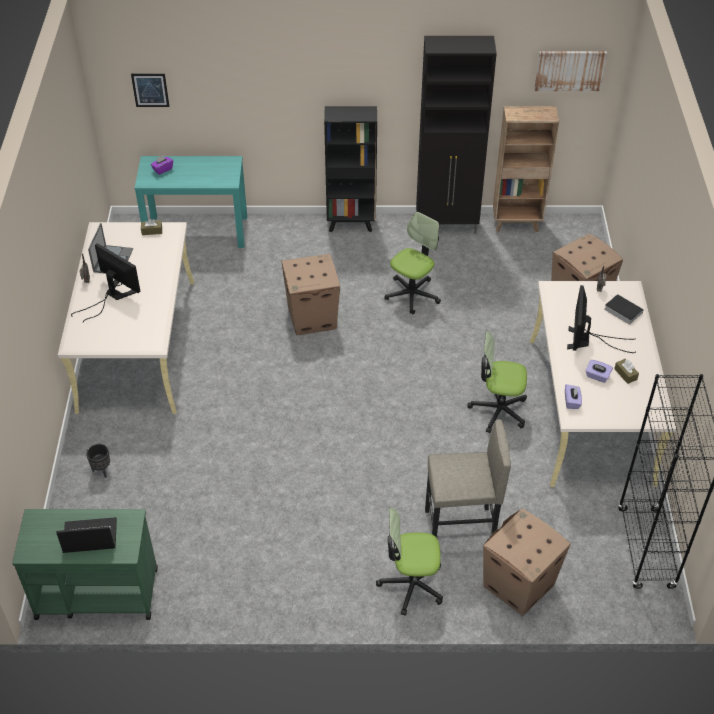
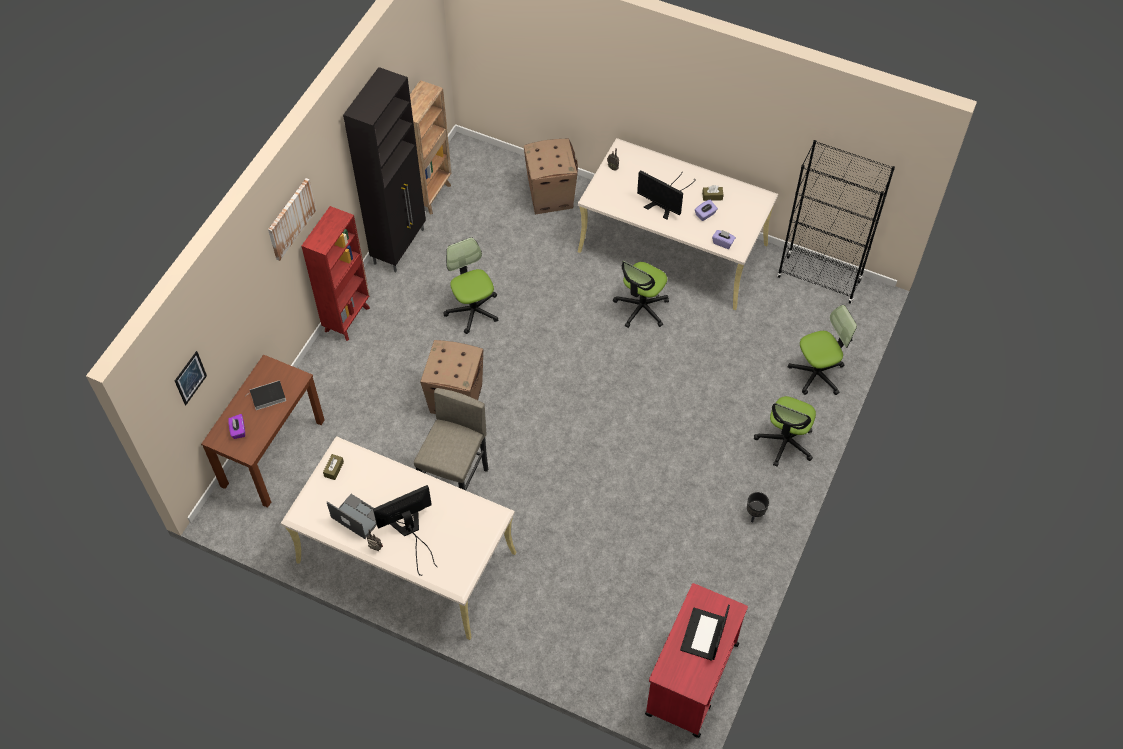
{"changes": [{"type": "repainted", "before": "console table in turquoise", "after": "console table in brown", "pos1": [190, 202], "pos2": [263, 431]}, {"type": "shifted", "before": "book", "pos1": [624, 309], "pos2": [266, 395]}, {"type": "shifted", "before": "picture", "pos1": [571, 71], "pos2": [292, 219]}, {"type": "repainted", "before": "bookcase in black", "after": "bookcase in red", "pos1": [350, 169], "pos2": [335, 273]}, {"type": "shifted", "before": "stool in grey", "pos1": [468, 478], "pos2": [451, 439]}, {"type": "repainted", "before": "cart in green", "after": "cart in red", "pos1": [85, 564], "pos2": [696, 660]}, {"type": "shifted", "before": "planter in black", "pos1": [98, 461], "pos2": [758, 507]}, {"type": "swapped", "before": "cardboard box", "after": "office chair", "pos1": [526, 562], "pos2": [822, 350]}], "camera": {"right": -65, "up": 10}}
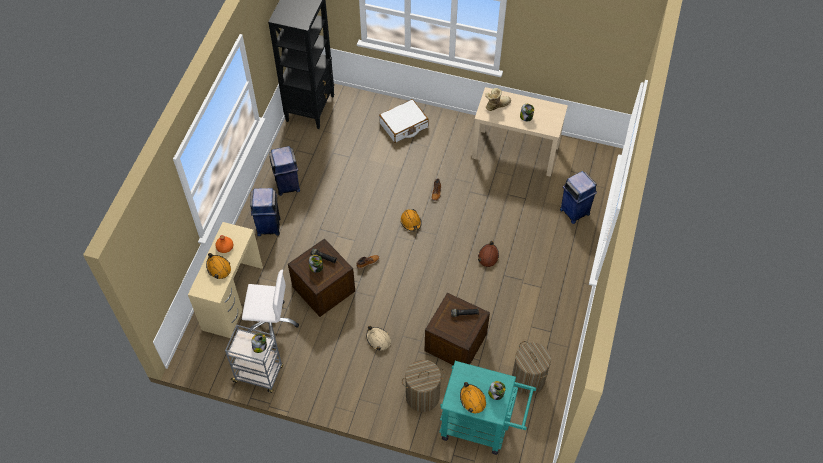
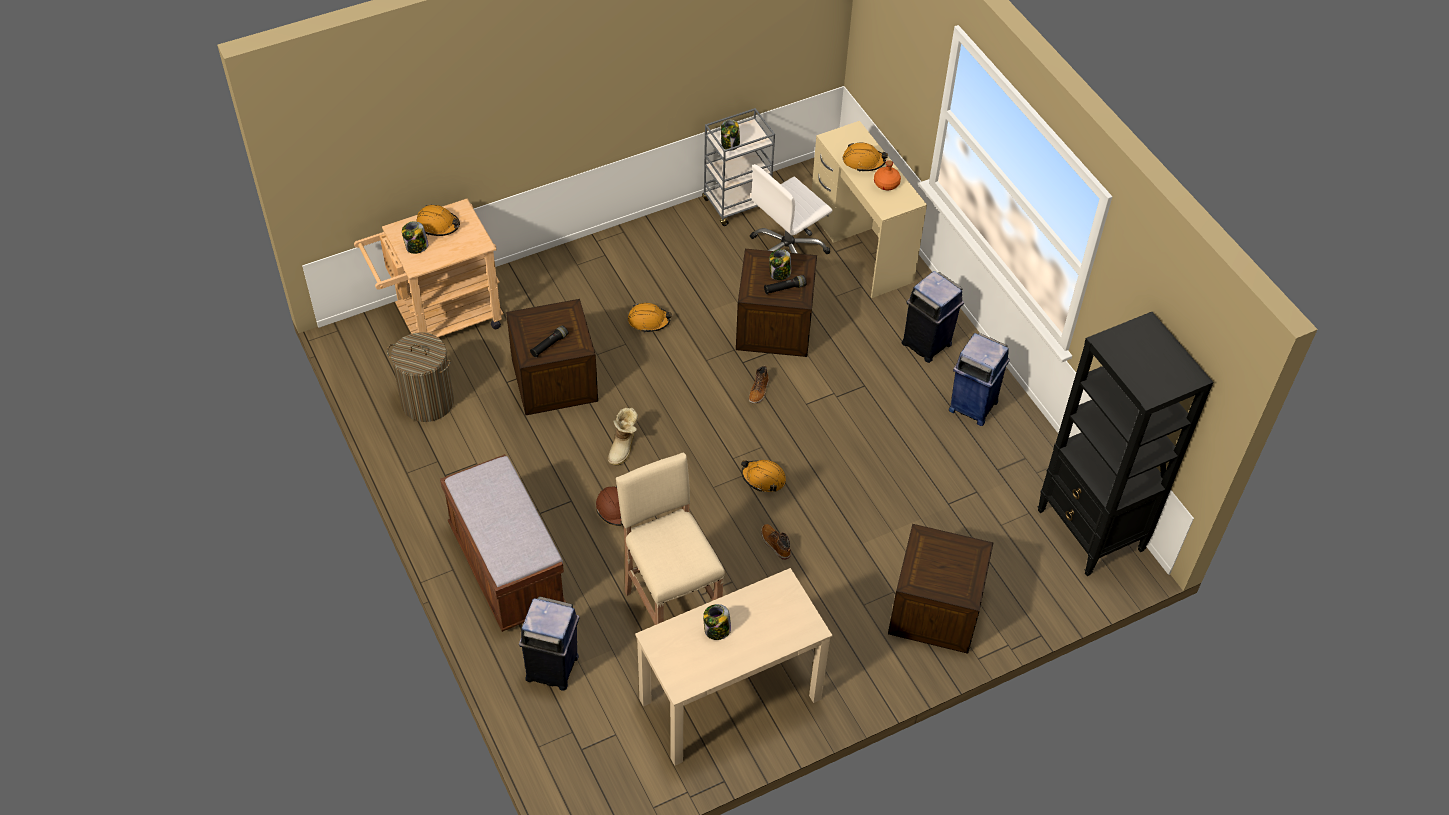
{"changes": [{"type": "repainted", "before": "cart in turquoise", "after": "cart in beige", "pos1": [487, 408], "pos2": [428, 268]}, {"type": "new", "after": "bench in brown", "pos2": [503, 543]}, {"type": "shifted", "before": "boot", "pos1": [498, 99], "pos2": [623, 437]}, {"type": "new", "after": "stool in beige", "pos2": [670, 538]}, {"type": "repainted", "before": "hard hat in beige", "after": "hard hat in orange", "pos1": [378, 338], "pos2": [650, 318]}, {"type": "swapped", "before": "suitcase in white", "after": "crate", "pos1": [404, 121], "pos2": [941, 589]}, {"type": "gone", "before": "laundry basket", "pos1": [423, 386]}], "camera": {"right": 135, "up": -5}}
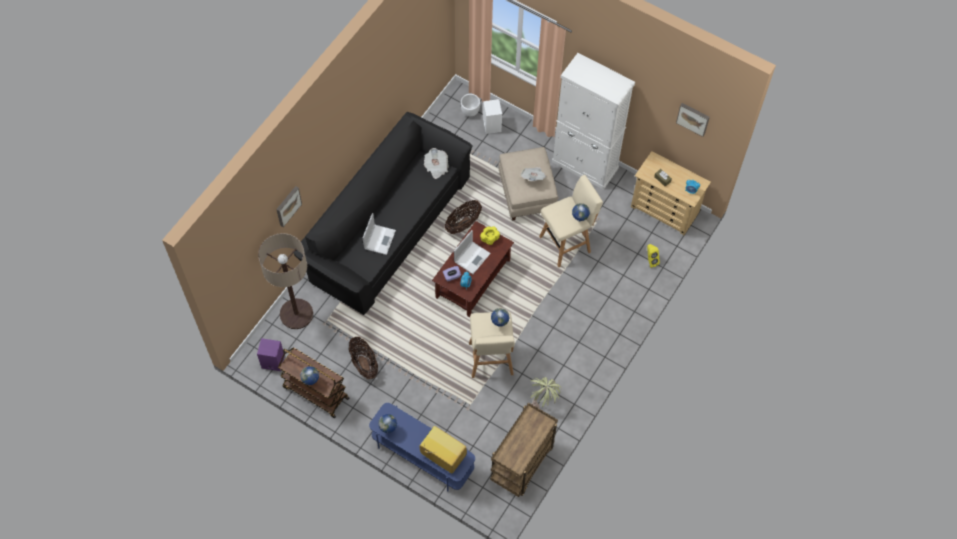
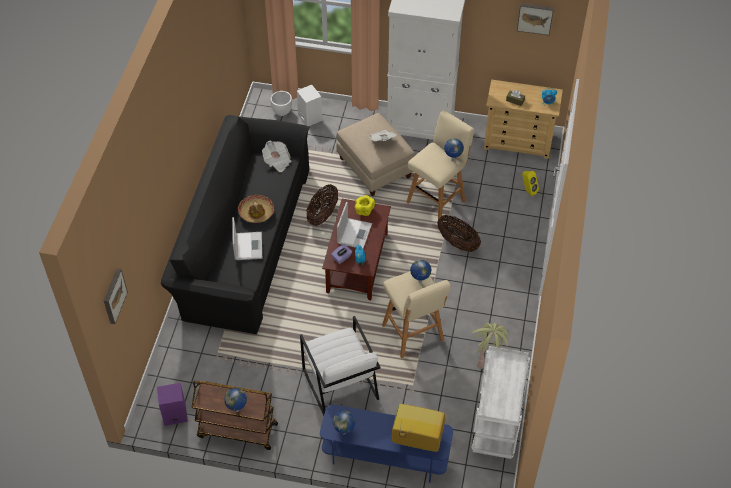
{"changes": [{"type": "shifted", "before": "picture", "pos1": [289, 206], "pos2": [116, 296]}, {"type": "new", "after": "hat", "pos2": [256, 209]}, {"type": "new", "after": "armchair in white", "pos2": [340, 366]}, {"type": "shifted", "before": "basket", "pos1": [363, 358], "pos2": [459, 233]}, {"type": "repainted", "before": "cart in brown", "after": "cart in white", "pos1": [524, 449], "pos2": [500, 402]}, {"type": "gone", "before": "floor lamp", "pos1": [285, 281]}], "camera": {"right": -20, "up": -10}}
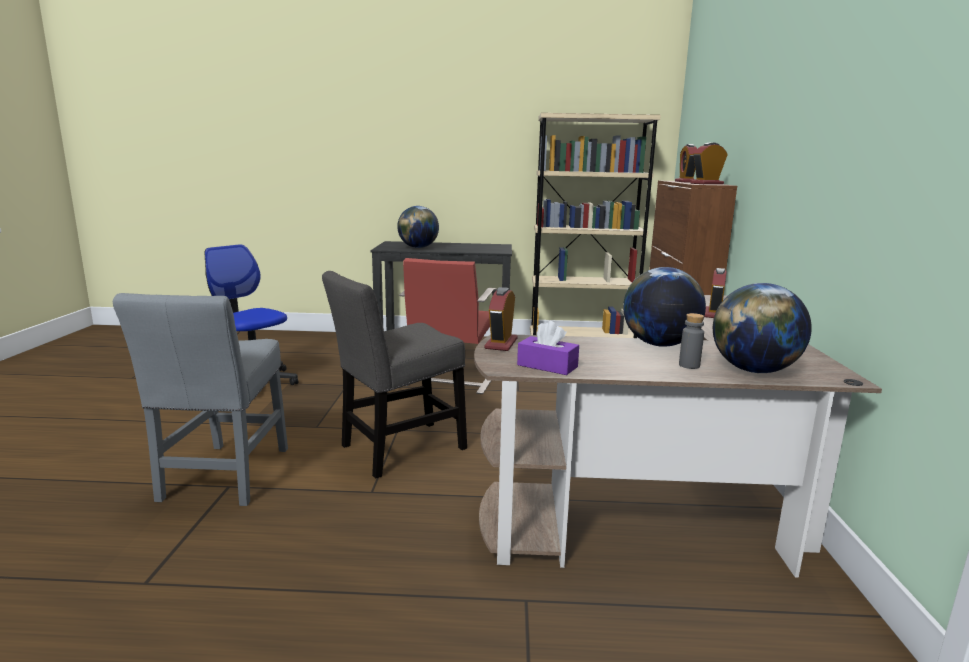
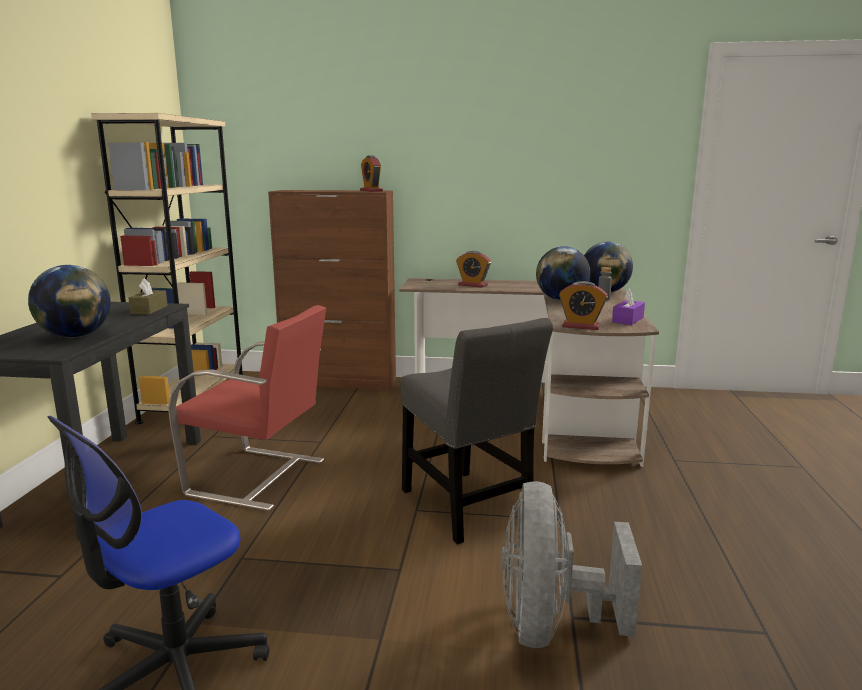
{"changes": [{"type": "new", "after": "tissue box in brown", "pos2": [148, 296]}, {"type": "swapped", "before": "chair in grey", "after": "fan in grey", "pos1": [200, 399], "pos2": [571, 564]}, {"type": "gone", "before": "alarm clock", "pos1": [686, 163]}], "camera": {"right": -85, "up": 0}}
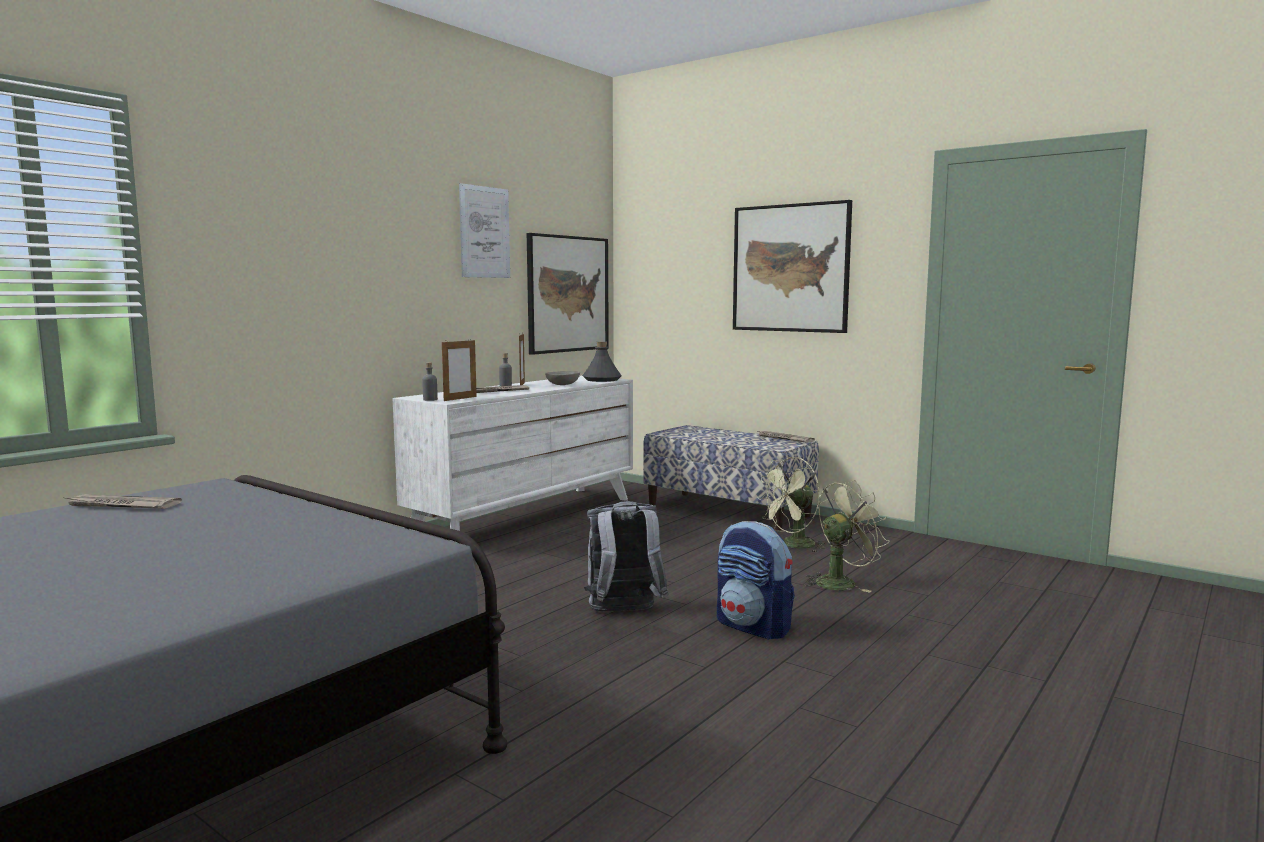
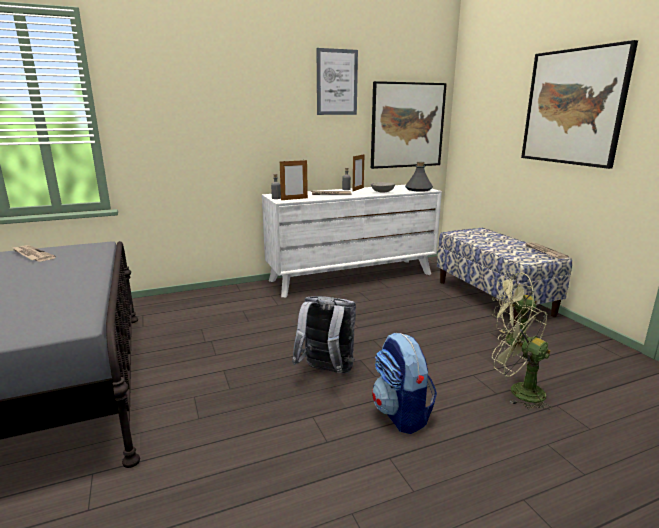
{"changes": [{"type": "rotated", "before": "fan in green", "pos1": [846, 536], "pos2": [522, 358], "turn": -135}], "camera": {"right": 30, "up": 10}}
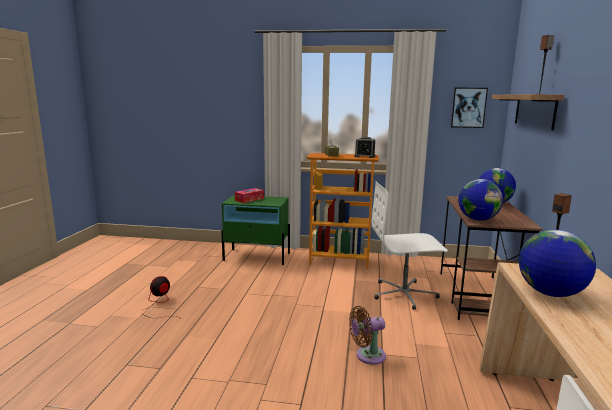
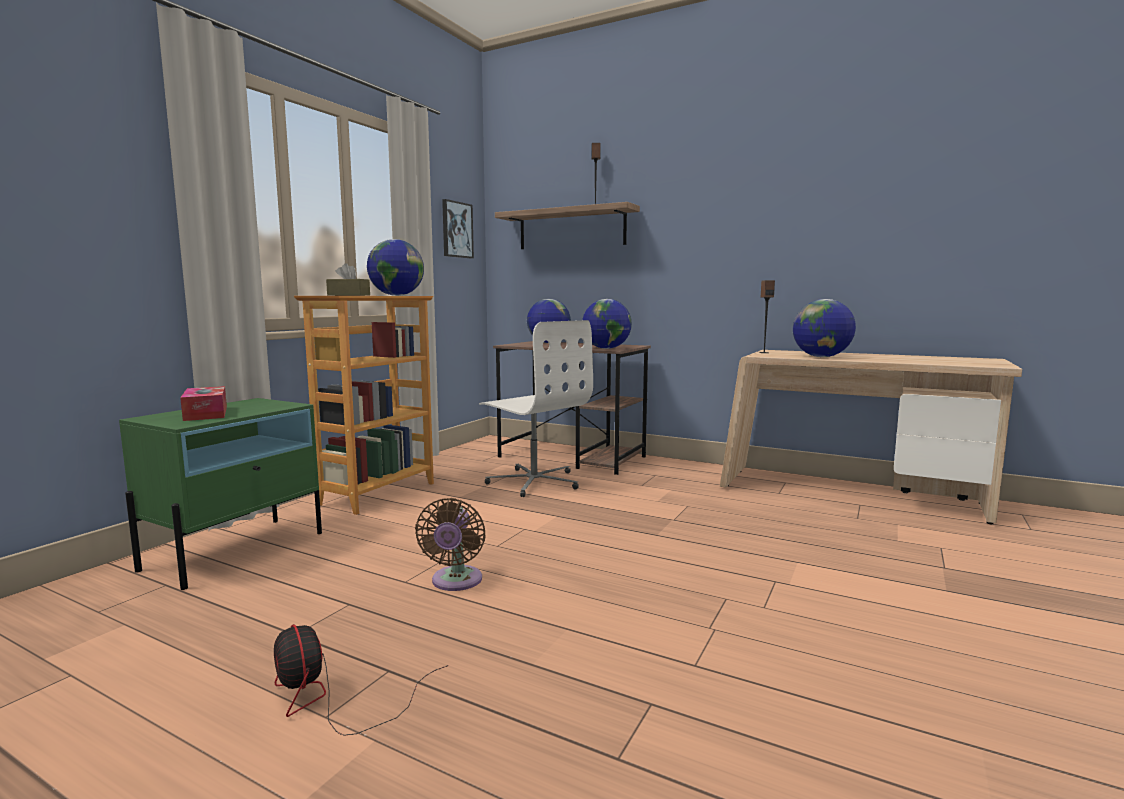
{"changes": [{"type": "swapped", "before": "alarm clock", "after": "globe", "pos1": [364, 147], "pos2": [395, 267]}, {"type": "shifted", "before": "fan in brown", "pos1": [367, 335], "pos2": [450, 544]}, {"type": "rotated", "before": "office chair in white", "pos1": [410, 245], "pos2": [536, 408], "turn": -60}], "camera": {"right": -70, "up": -5}}
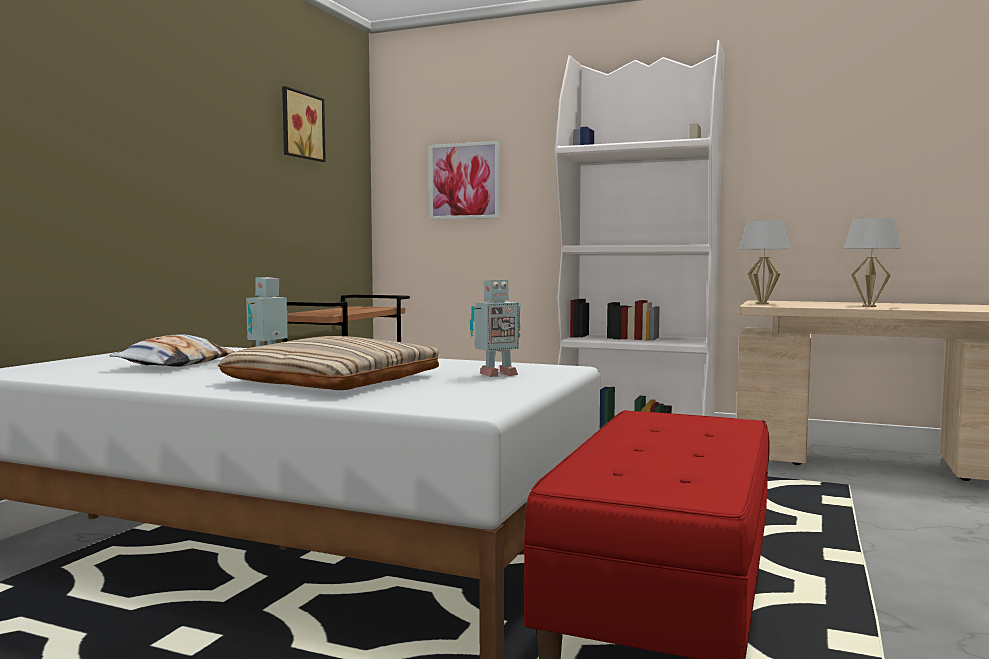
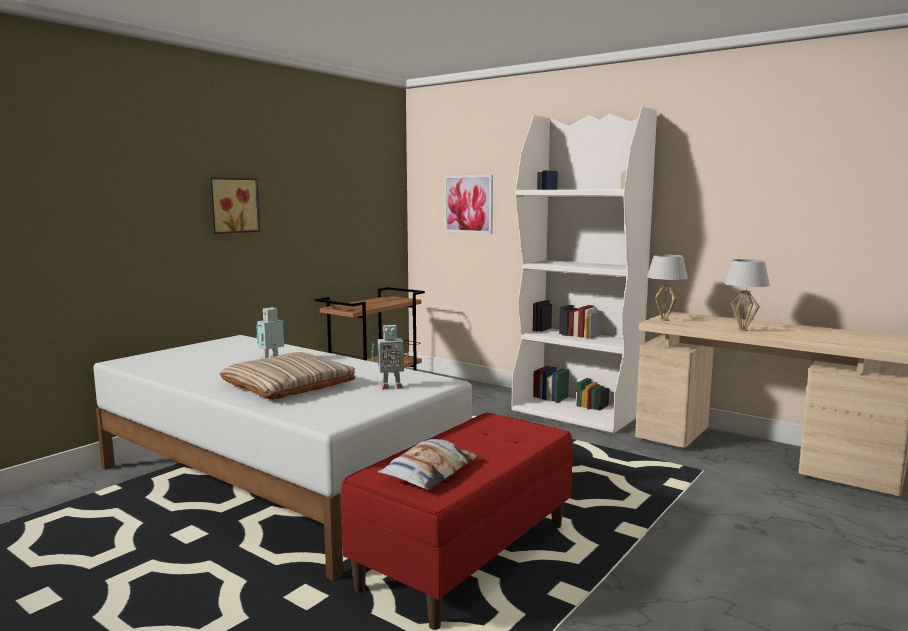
{"changes": [{"type": "shifted", "before": "picture", "pos1": [304, 124], "pos2": [234, 206]}, {"type": "shifted", "before": "pillow", "pos1": [172, 350], "pos2": [428, 464]}], "camera": {"right": 15, "up": 5}}
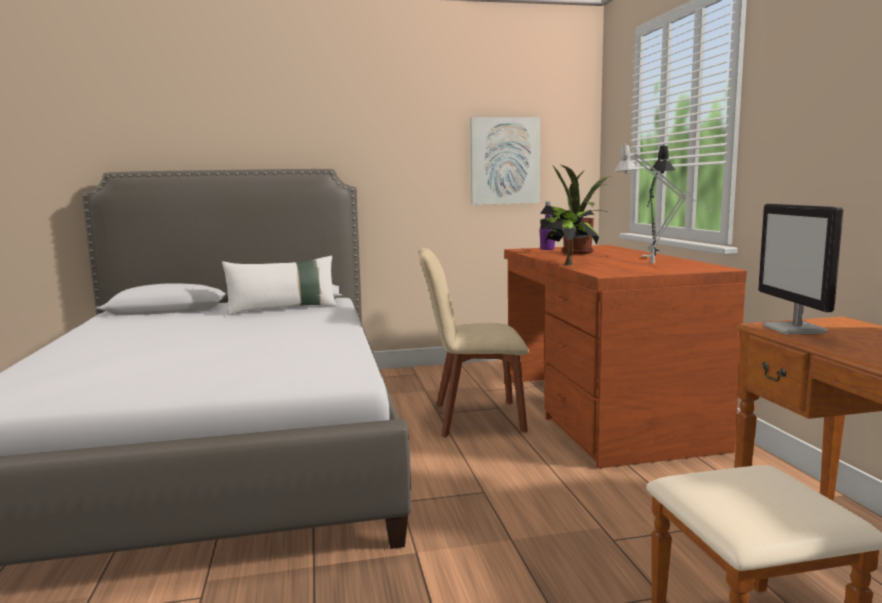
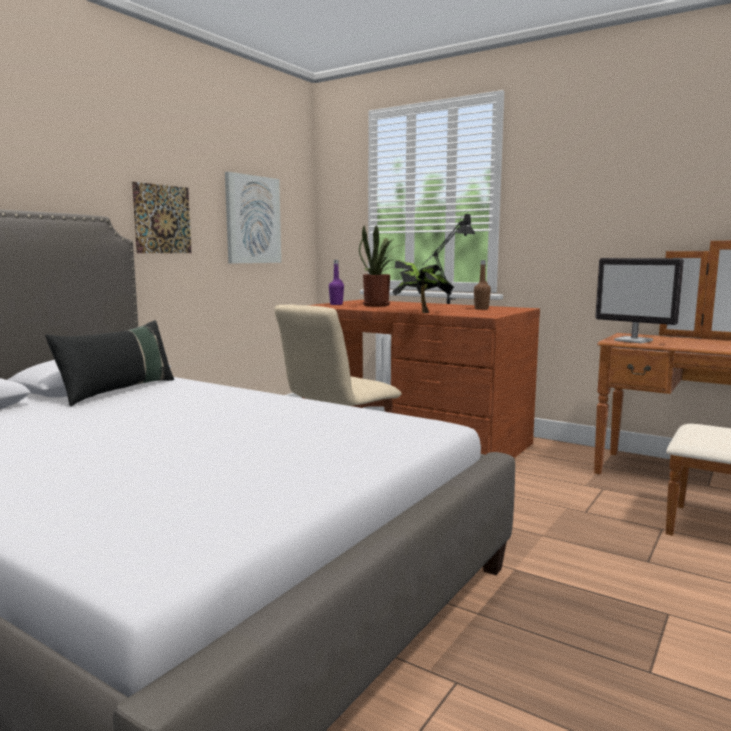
{"changes": [{"type": "repainted", "before": "pillow in white", "after": "pillow in black", "pos1": [279, 285], "pos2": [109, 363]}, {"type": "new", "after": "picture", "pos2": [162, 217]}, {"type": "swapped", "before": "table lamp in grey", "after": "bottle in brown", "pos1": [663, 204], "pos2": [482, 285]}], "camera": {"right": -45, "up": 0}}
